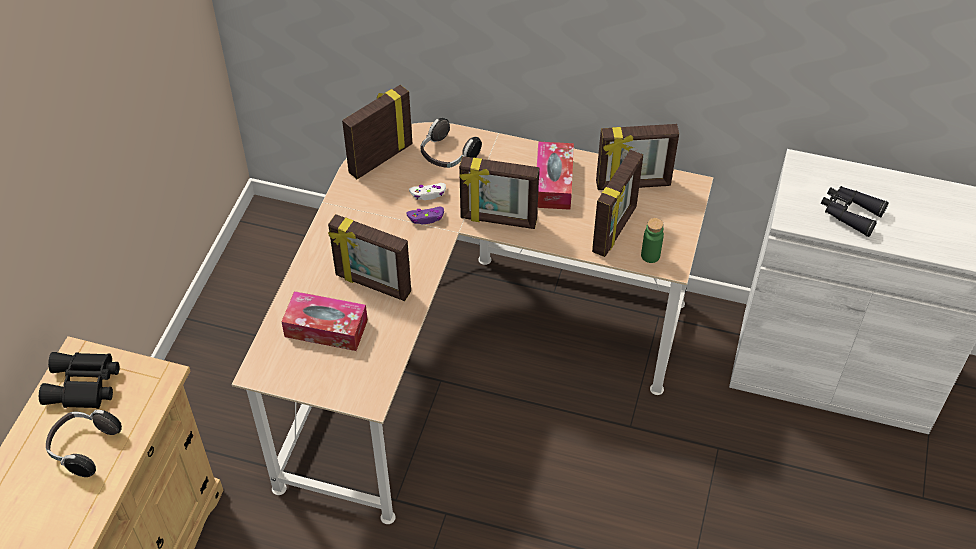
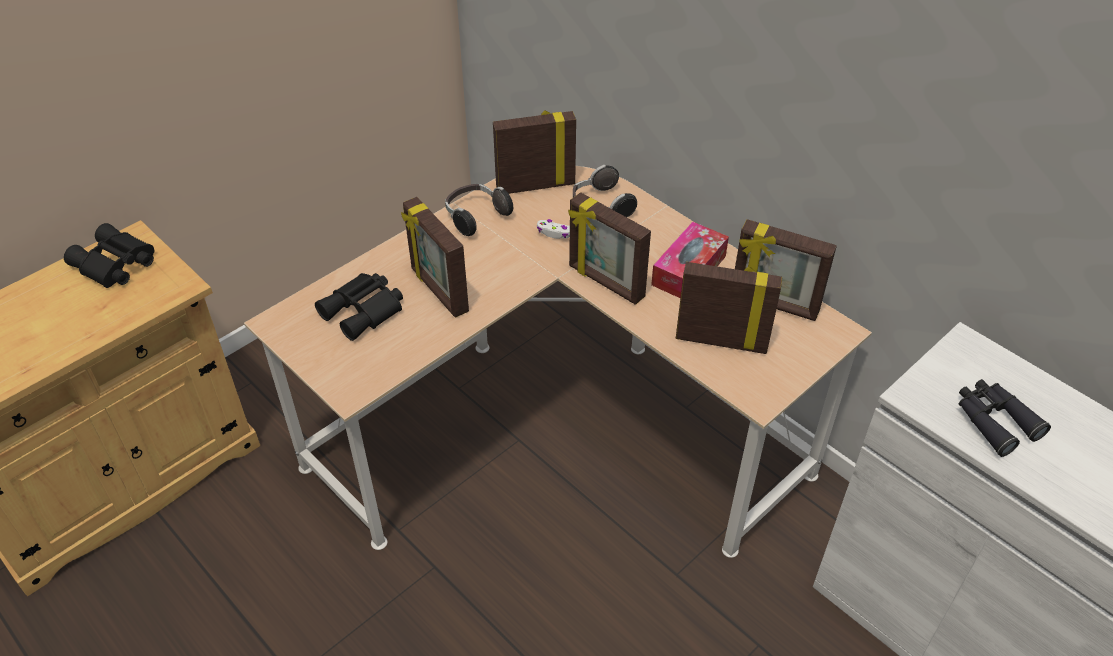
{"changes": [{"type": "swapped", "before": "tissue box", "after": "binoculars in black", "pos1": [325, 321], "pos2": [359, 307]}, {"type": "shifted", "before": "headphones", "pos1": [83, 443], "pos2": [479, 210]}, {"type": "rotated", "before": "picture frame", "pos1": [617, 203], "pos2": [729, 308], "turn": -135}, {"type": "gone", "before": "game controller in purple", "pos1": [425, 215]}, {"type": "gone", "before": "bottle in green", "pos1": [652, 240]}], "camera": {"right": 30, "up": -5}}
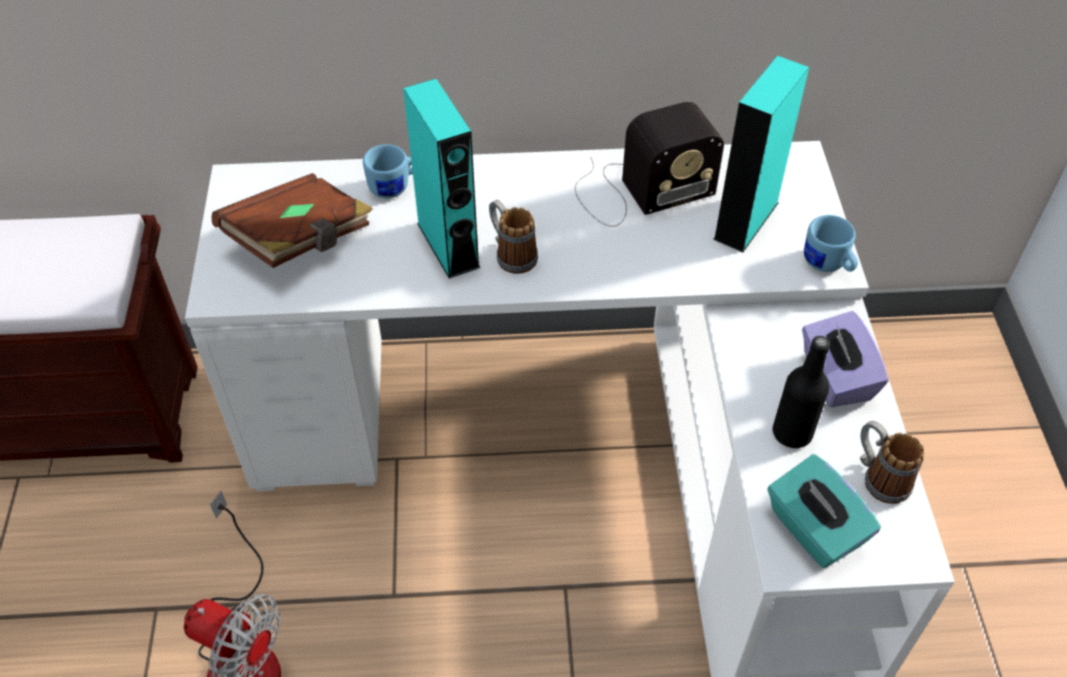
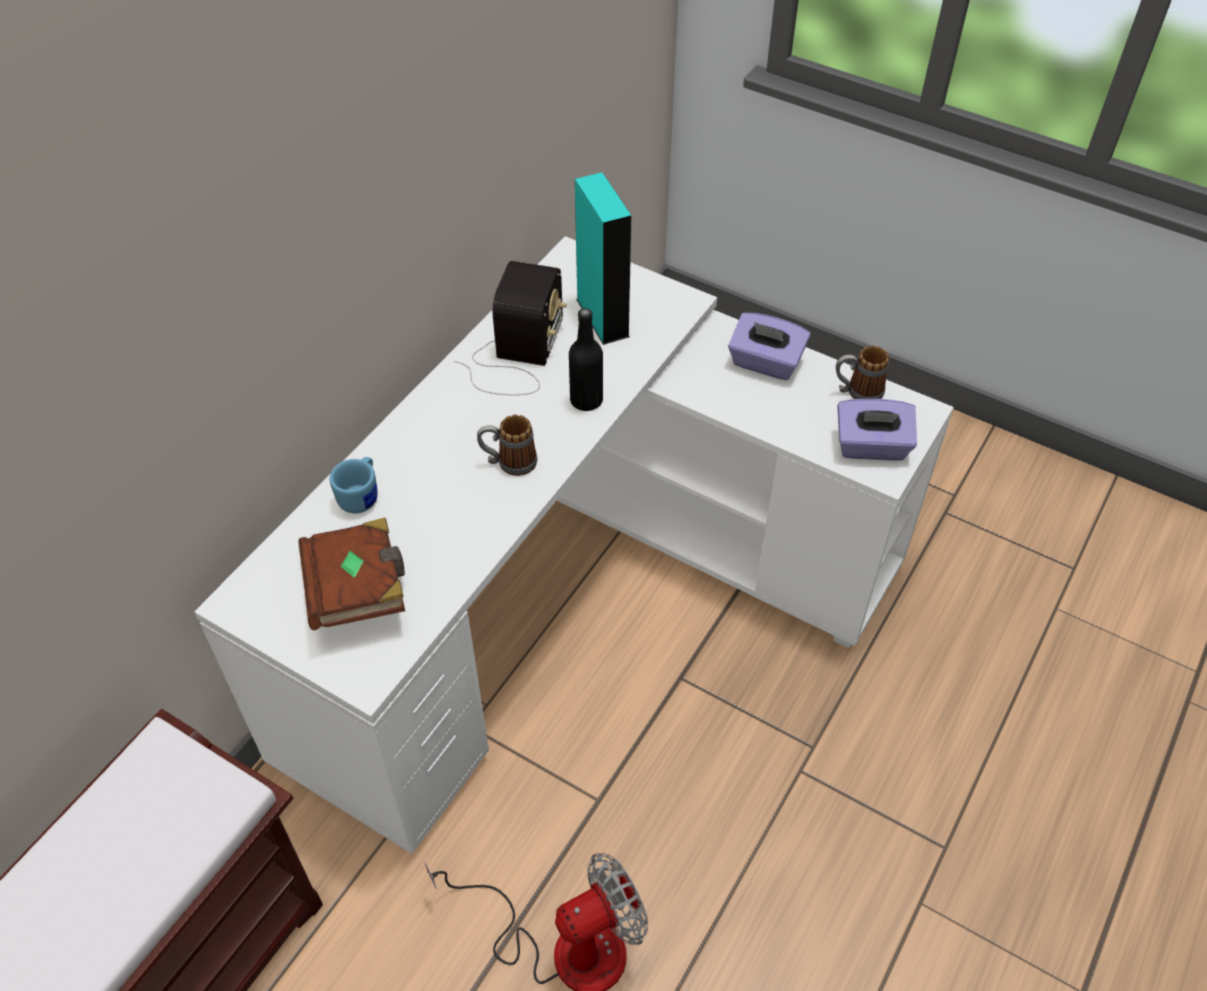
{"changes": [{"type": "shifted", "before": "bottle in black", "pos1": [801, 392], "pos2": [586, 359]}, {"type": "repainted", "before": "tissue box in turquoise", "after": "tissue box in purple", "pos1": [824, 511], "pos2": [877, 430]}, {"type": "gone", "before": "speaker in turquoise", "pos1": [441, 178]}, {"type": "gone", "before": "mug in blue", "pos1": [831, 243]}], "camera": {"right": -55, "up": 0}}
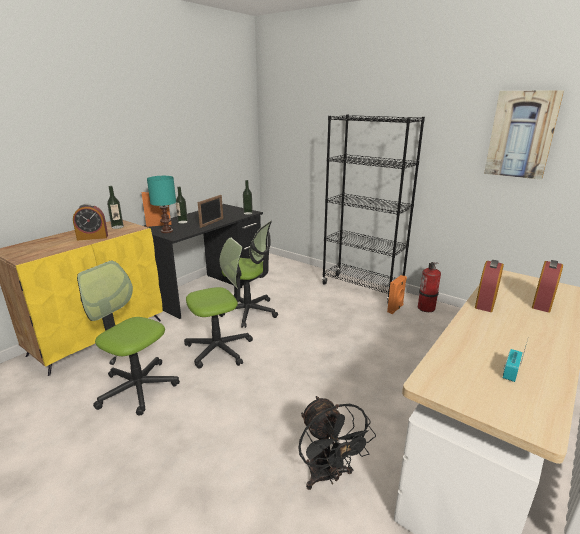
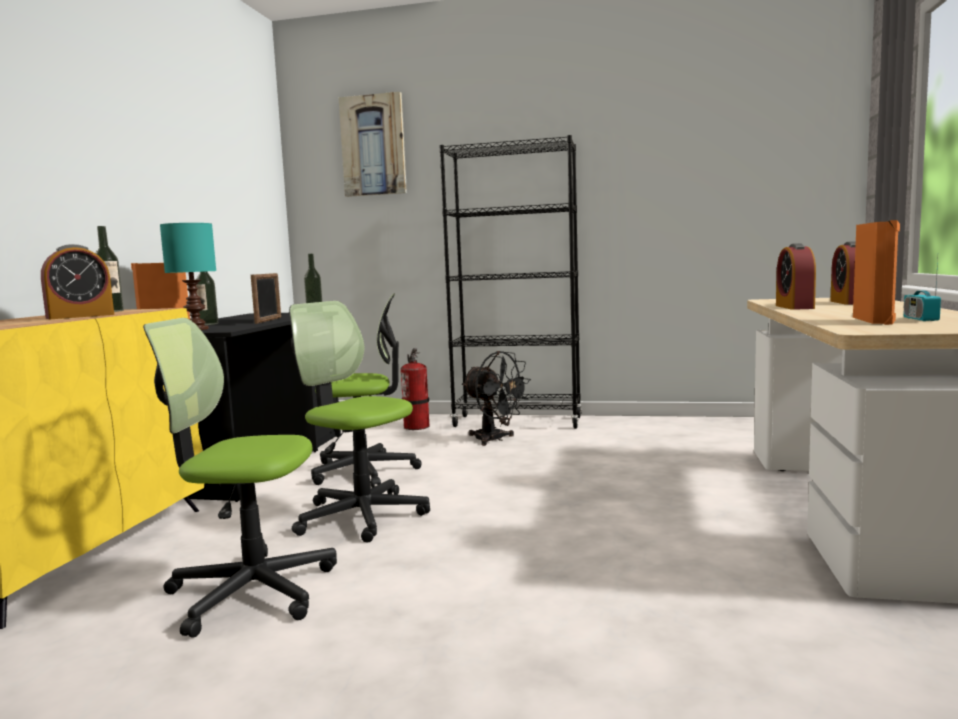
{"changes": [{"type": "rotated", "before": "office chair", "pos1": [218, 303], "pos2": [359, 422], "turn": -90}, {"type": "shifted", "before": "picture", "pos1": [524, 135], "pos2": [373, 144]}, {"type": "shifted", "before": "fire extinguisher", "pos1": [429, 287], "pos2": [415, 389]}, {"type": "shifted", "before": "fan in black", "pos1": [337, 443], "pos2": [496, 398]}, {"type": "shifted", "before": "speaker in orange", "pos1": [397, 294], "pos2": [876, 272]}], "camera": {"right": -25, "up": -15}}
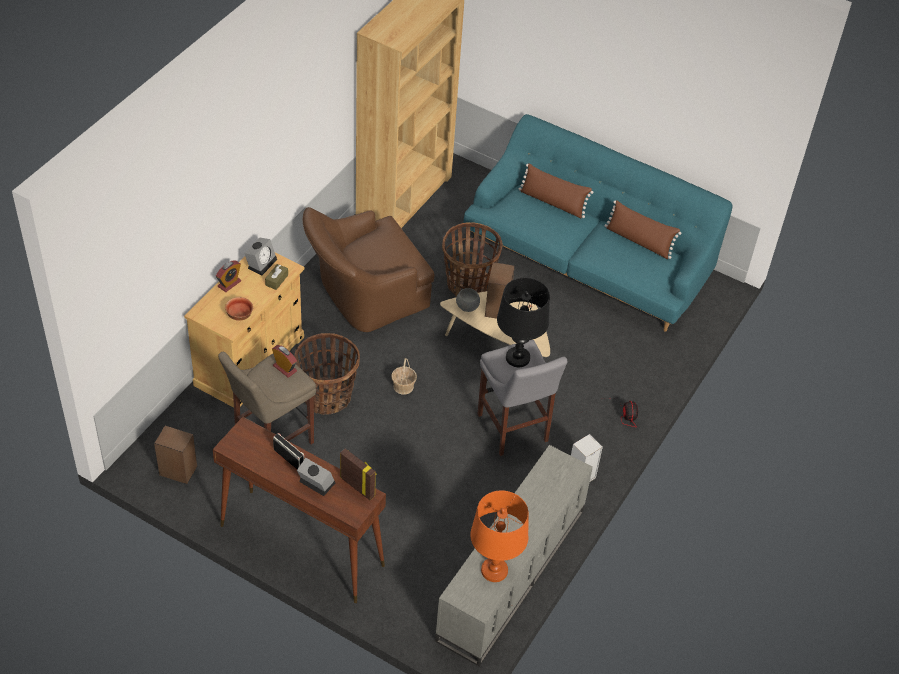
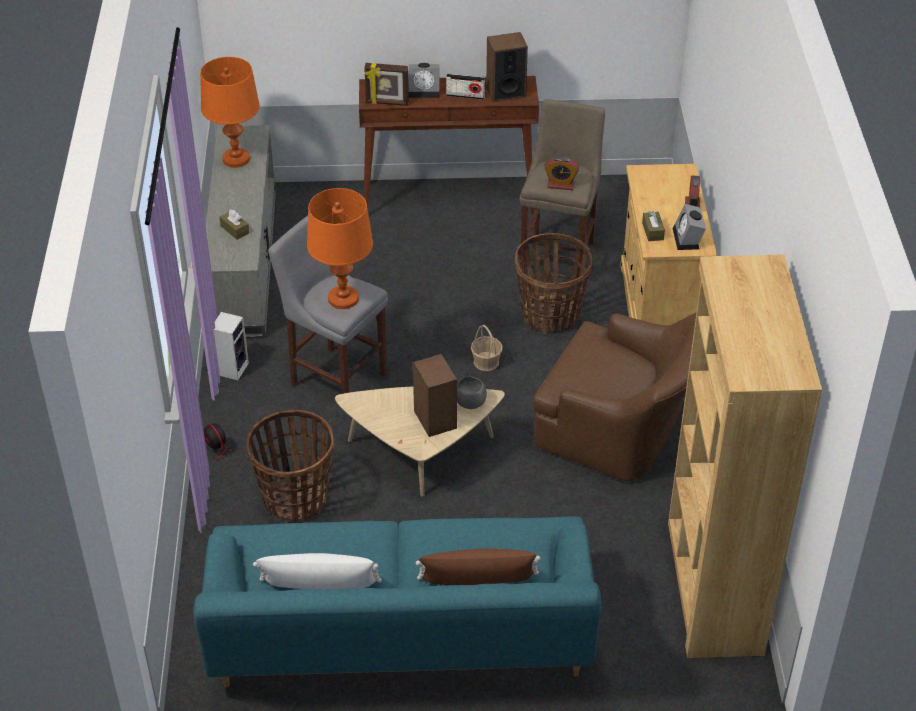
{"changes": [{"type": "new", "after": "tissue box in brown", "pos2": [234, 225]}, {"type": "shifted", "before": "basket", "pos1": [472, 259], "pos2": [291, 466]}, {"type": "repainted", "before": "pillow in brown", "after": "pillow in white", "pos1": [643, 229], "pos2": [317, 571]}, {"type": "repainted", "before": "table lamp in black", "after": "table lamp in orange", "pos1": [523, 322], "pos2": [340, 248]}, {"type": "shifted", "before": "speaker", "pos1": [175, 455], "pos2": [507, 67]}, {"type": "rotated", "before": "armchair in brown", "pos1": [368, 269], "pos2": [615, 396], "turn": 90}, {"type": "gone", "before": "bowl", "pos1": [239, 309]}], "camera": {"right": 150, "up": -5}}
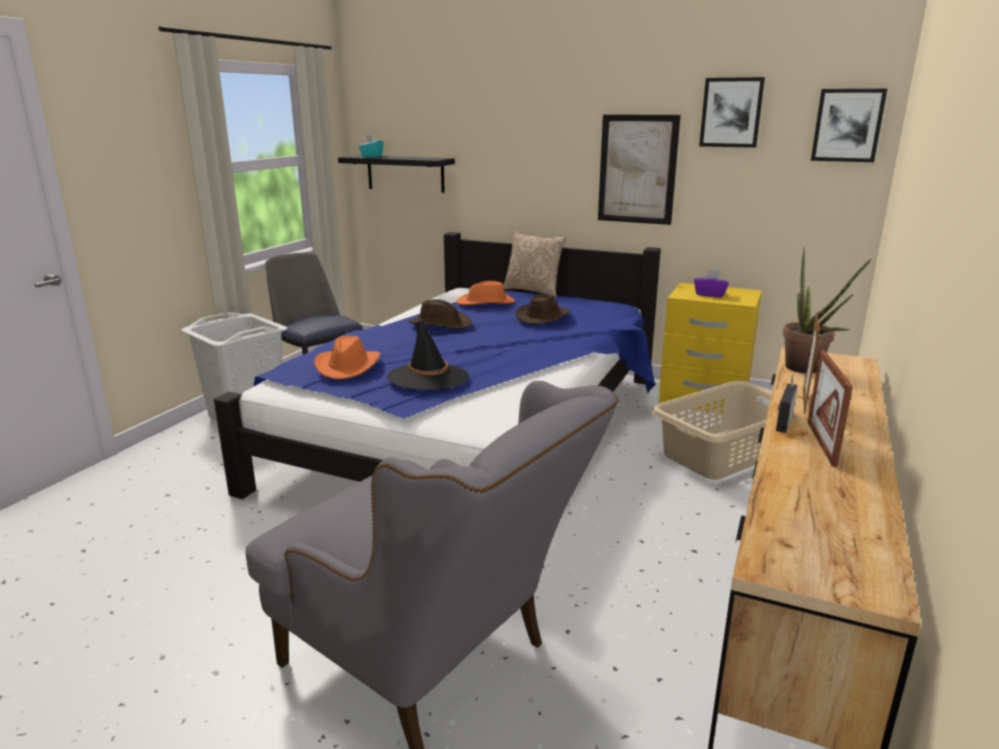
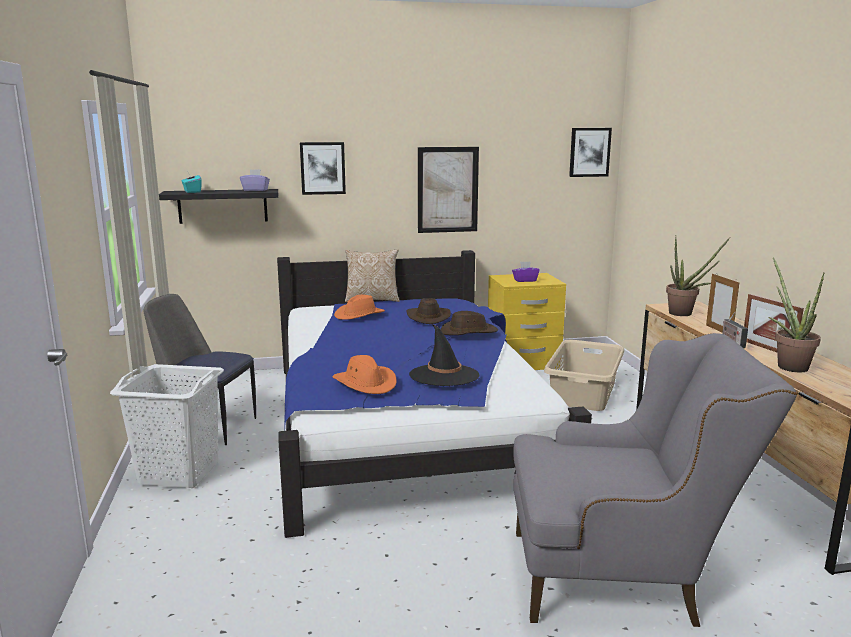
{"changes": [{"type": "new", "after": "tissue box in purple", "pos2": [255, 180]}, {"type": "shifted", "before": "picture", "pos1": [732, 112], "pos2": [323, 168]}, {"type": "shifted", "before": "hat in brown", "pos1": [440, 314], "pos2": [469, 323]}, {"type": "new", "after": "potted plant", "pos2": [796, 314]}], "camera": {"right": -35, "up": -5}}
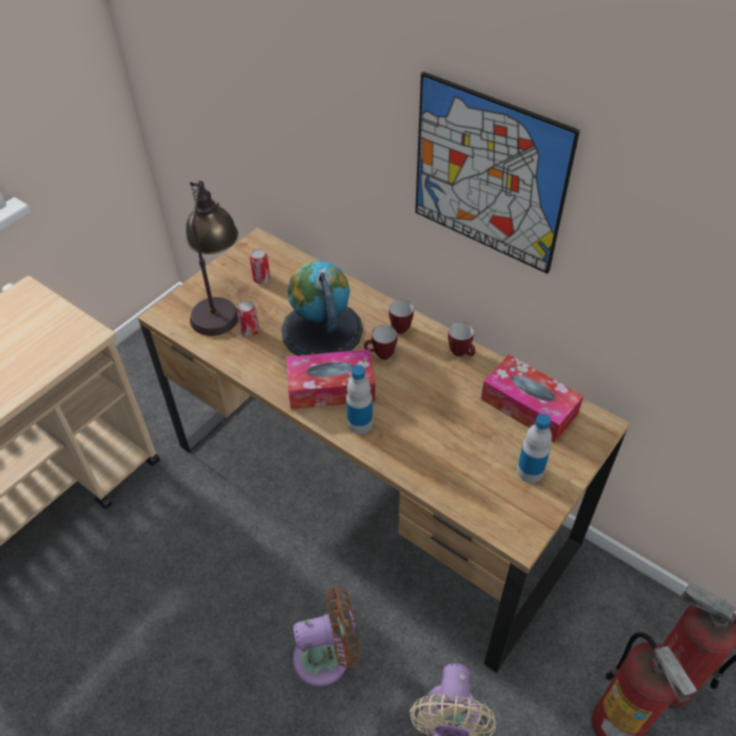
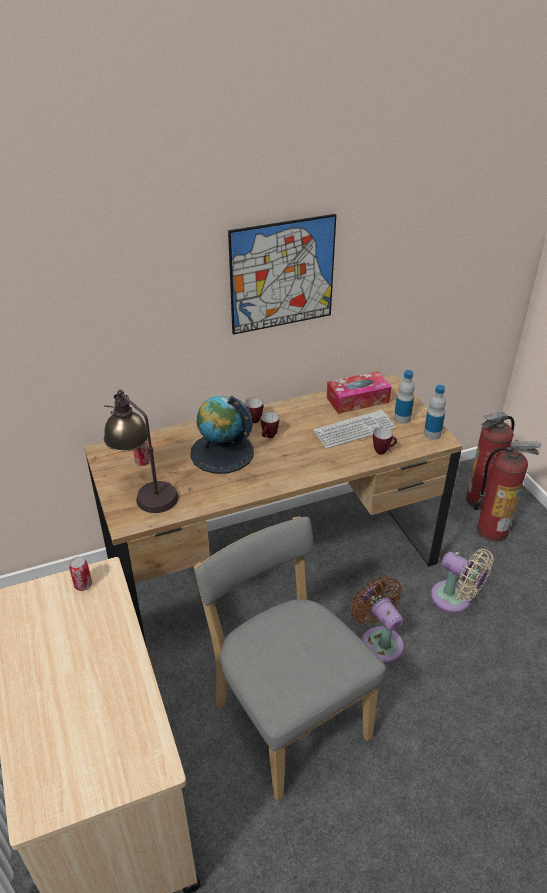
{"changes": [{"type": "shifted", "before": "can", "pos1": [248, 318], "pos2": [80, 574]}, {"type": "new", "after": "chair in grey", "pos2": [290, 658]}, {"type": "new", "after": "keyboard", "pos2": [354, 429]}, {"type": "rotated", "before": "fan in brown", "pos1": [326, 636], "pos2": [377, 620], "turn": -45}, {"type": "shifted", "before": "mug", "pos1": [462, 339], "pos2": [385, 441]}, {"type": "shifted", "before": "bottle", "pos1": [359, 399], "pos2": [435, 412]}, {"type": "gone", "before": "tissue box", "pos1": [330, 379]}], "camera": {"right": -60, "up": -10}}
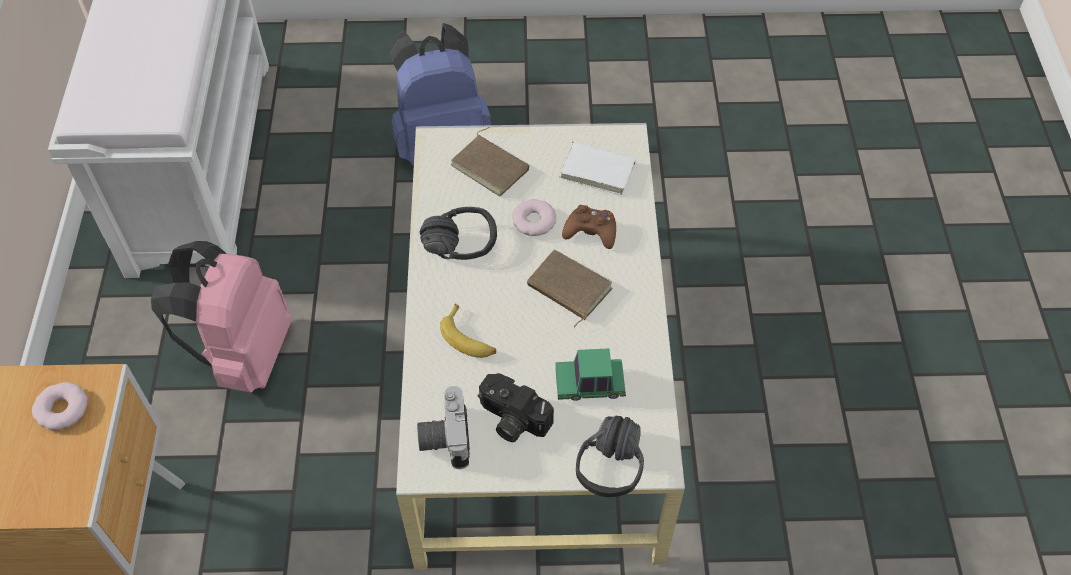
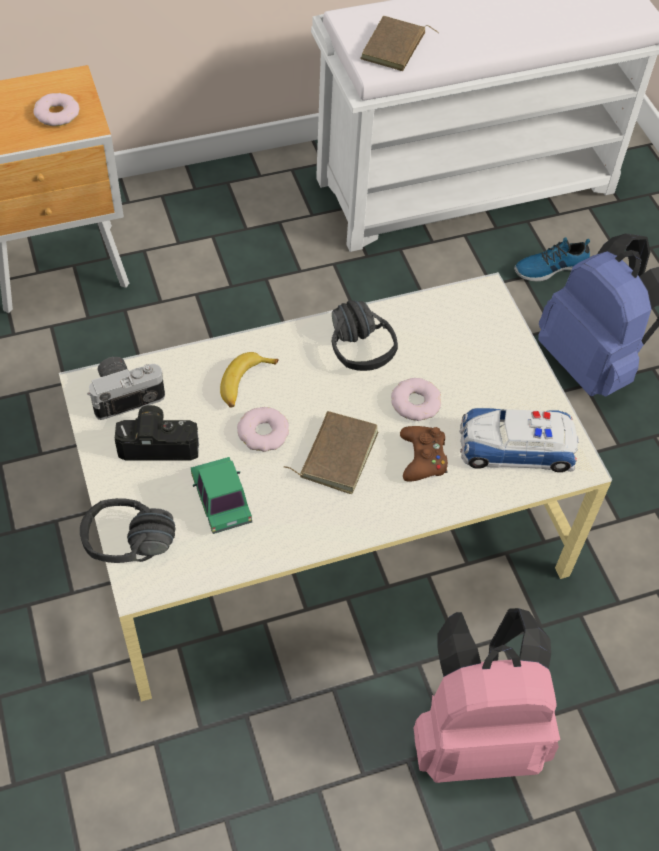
{"changes": [{"type": "rotated", "before": "photo camera", "pos1": [516, 407], "pos2": [157, 433], "turn": 75}, {"type": "new", "after": "donut", "pos2": [263, 429]}, {"type": "shifted", "before": "book in brown", "pos1": [490, 161], "pos2": [399, 43]}, {"type": "shifted", "before": "backpack in pink", "pos1": [221, 317], "pos2": [486, 695]}, {"type": "swapped", "before": "book in white", "after": "toy car", "pos1": [597, 163], "pos2": [519, 440]}, {"type": "new", "after": "shoe", "pos2": [552, 259]}], "camera": {"right": 70, "up": 0}}
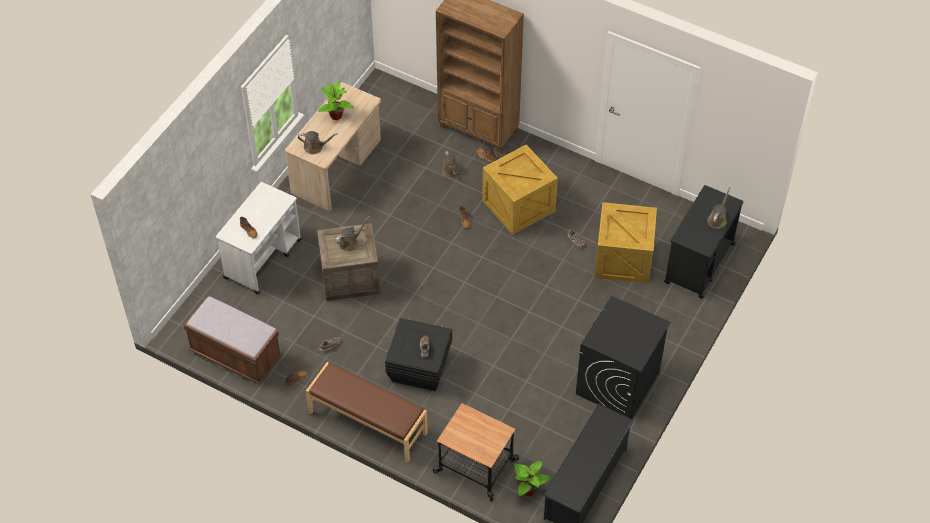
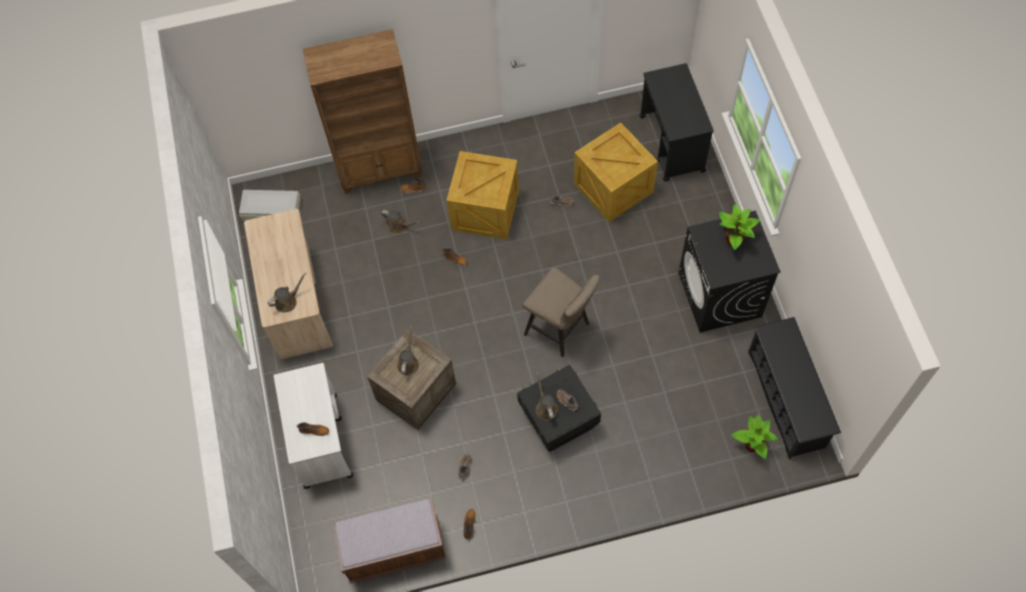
{"changes": [{"type": "new", "after": "storage box in white", "pos2": [270, 205]}, {"type": "new", "after": "stool in beige", "pos2": [561, 312]}, {"type": "shifted", "before": "watering can in brown", "pos1": [719, 208], "pos2": [547, 395]}, {"type": "shifted", "before": "potted plant", "pos1": [336, 100], "pos2": [739, 227]}, {"type": "gone", "before": "bench in brown", "pos1": [367, 412]}, {"type": "gone", "before": "cart", "pos1": [476, 452]}], "camera": {"right": -40, "up": 10}}
